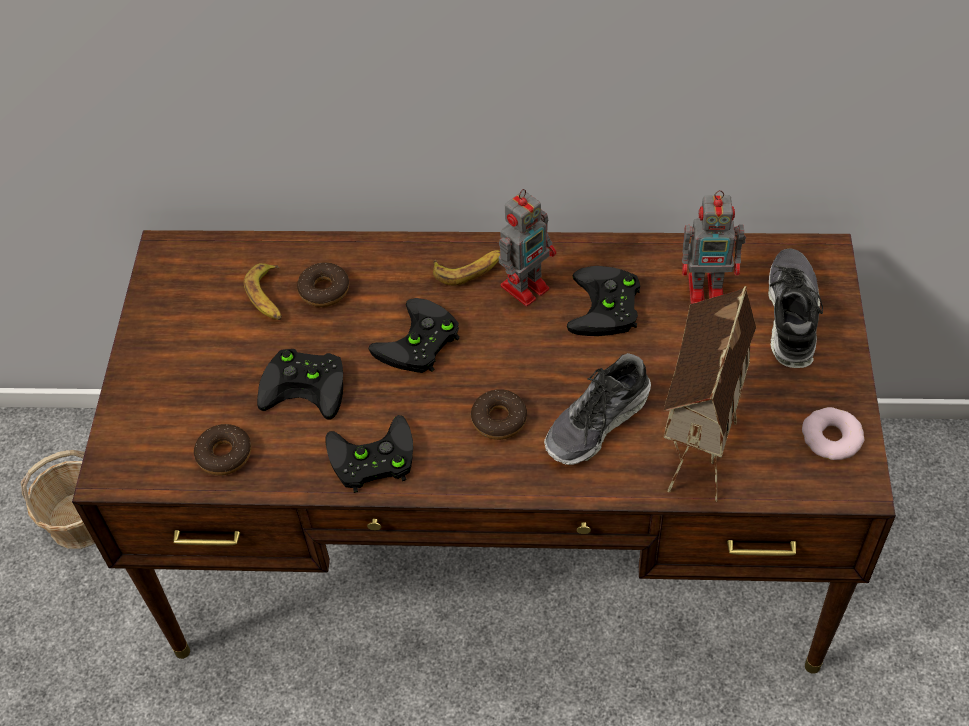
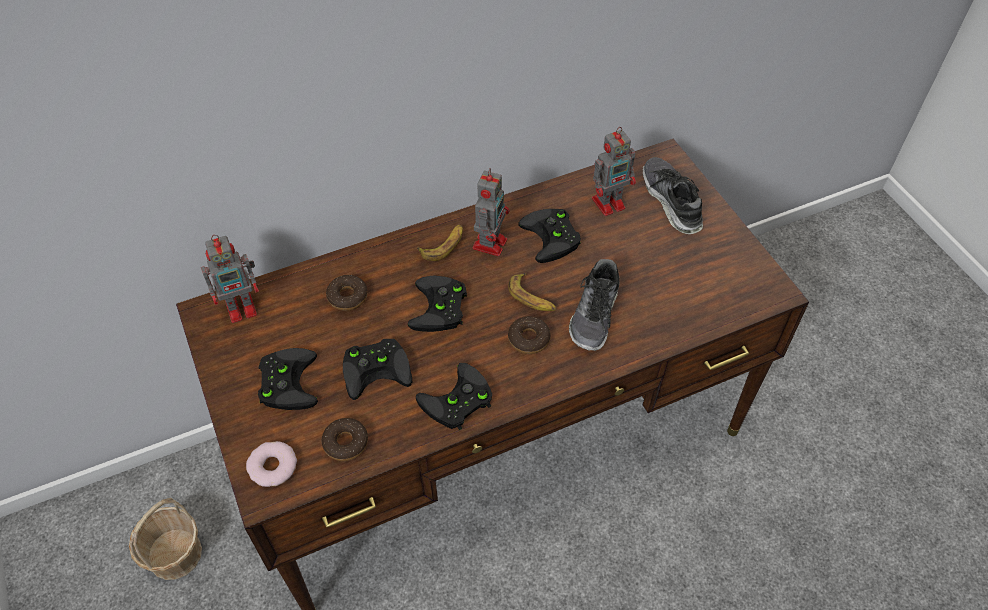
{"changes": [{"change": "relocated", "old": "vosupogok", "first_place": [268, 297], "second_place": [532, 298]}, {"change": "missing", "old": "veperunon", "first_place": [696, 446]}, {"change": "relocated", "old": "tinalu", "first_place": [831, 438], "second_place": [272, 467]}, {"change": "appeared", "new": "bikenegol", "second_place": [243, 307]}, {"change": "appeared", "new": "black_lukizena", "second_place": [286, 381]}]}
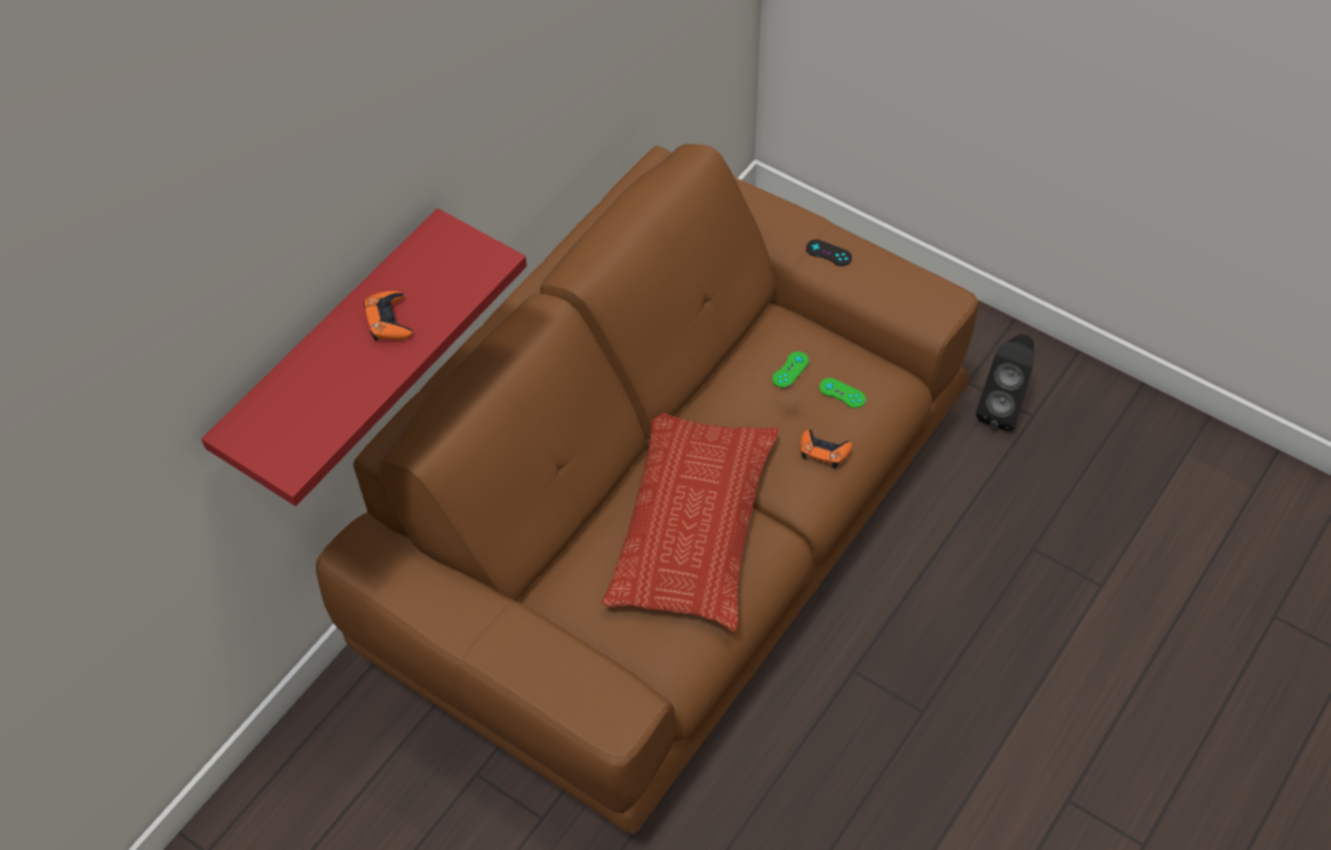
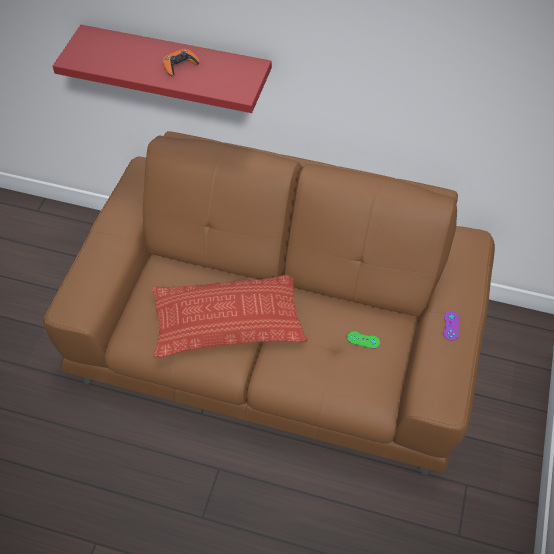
{"changes": [{"change": "colour", "old": "black_lukizena", "new": "purple_lukizena", "first_place": [828, 253], "second_place": [451, 326]}, {"change": "missing", "old": "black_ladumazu", "first_place": [1003, 408]}, {"change": "missing", "old": "green_lukizena", "first_place": [842, 393]}, {"change": "missing", "old": "orange_lukizena", "first_place": [823, 451]}]}
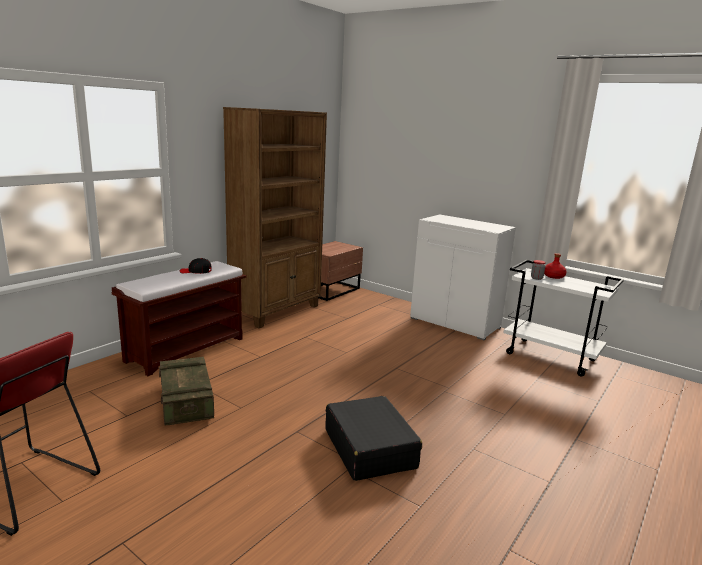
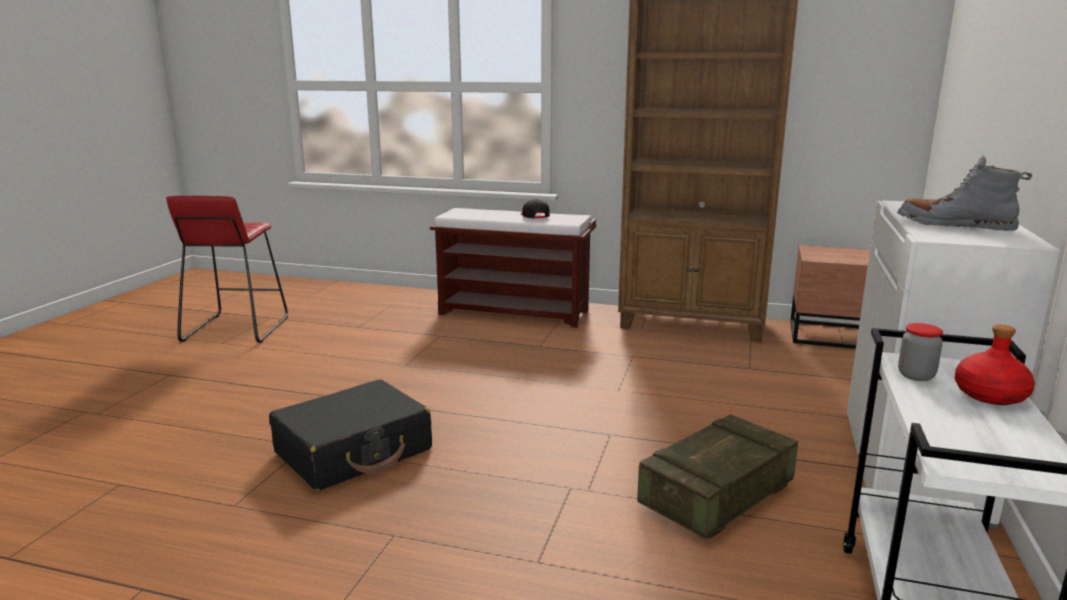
{"changes": [{"change": "relocated", "old": "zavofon", "first_place": [186, 402], "second_place": [716, 496]}, {"change": "appeared", "new": "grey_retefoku", "second_place": [955, 226]}]}
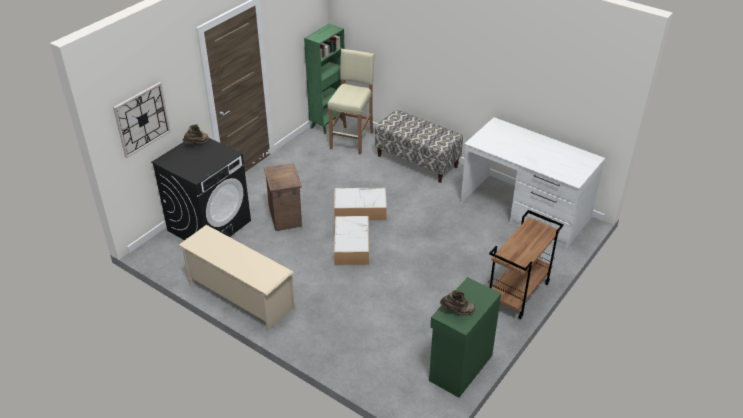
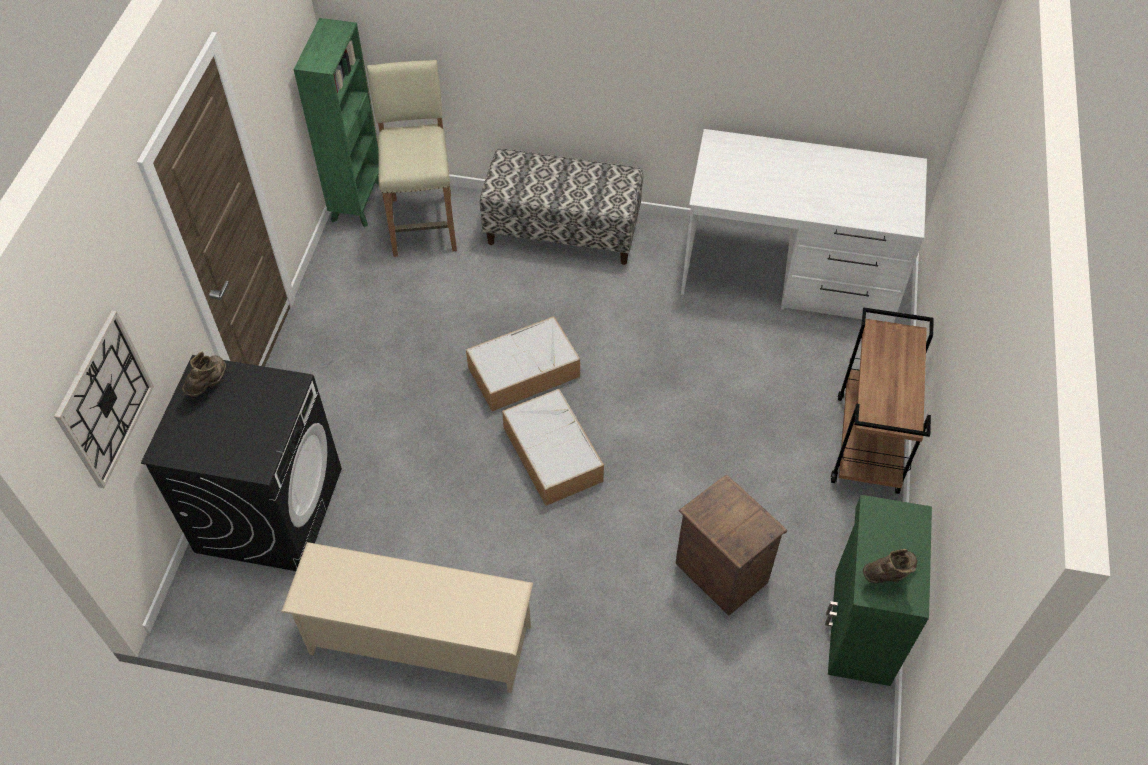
{"changes": [{"change": "relocated", "old": "zavofon", "first_place": [285, 217], "second_place": [721, 572]}]}
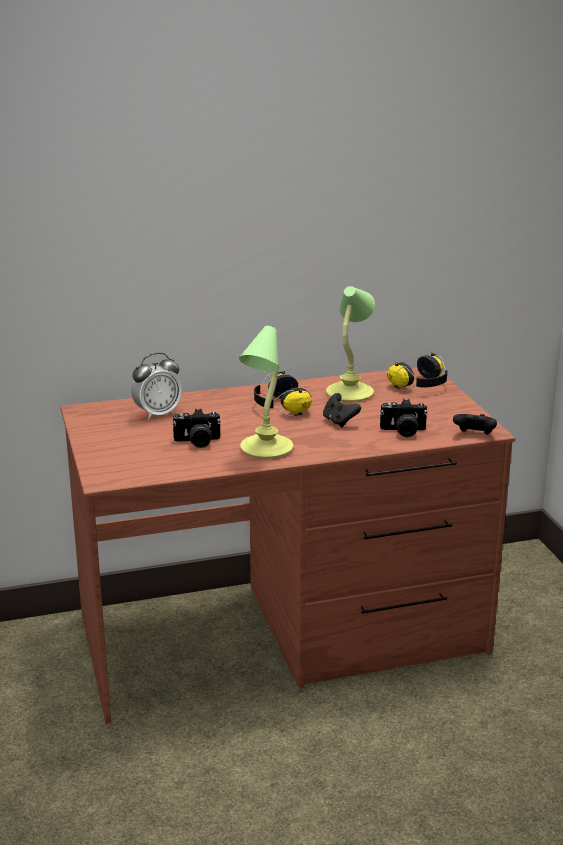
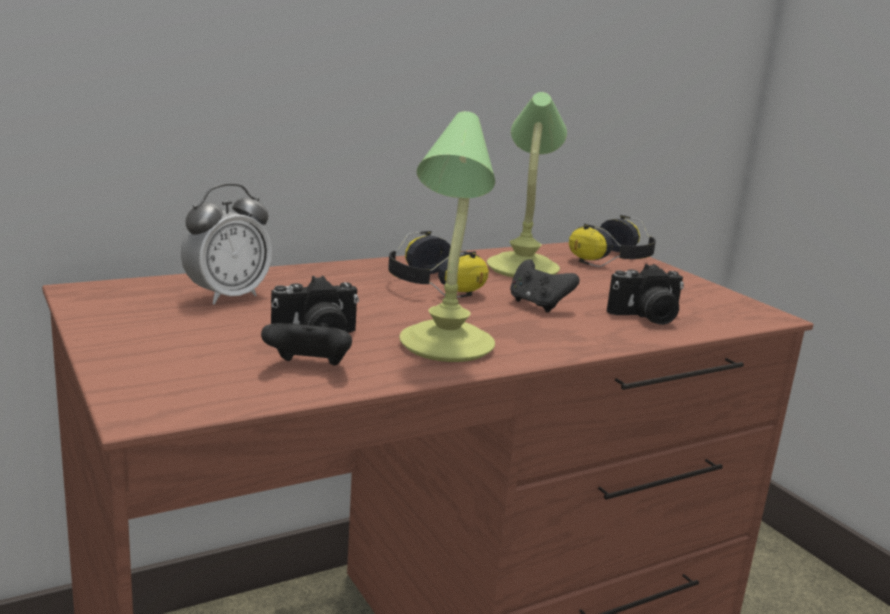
{"changes": [{"change": "relocated", "old": "black_lukizena", "first_place": [474, 435], "second_place": [308, 368]}]}
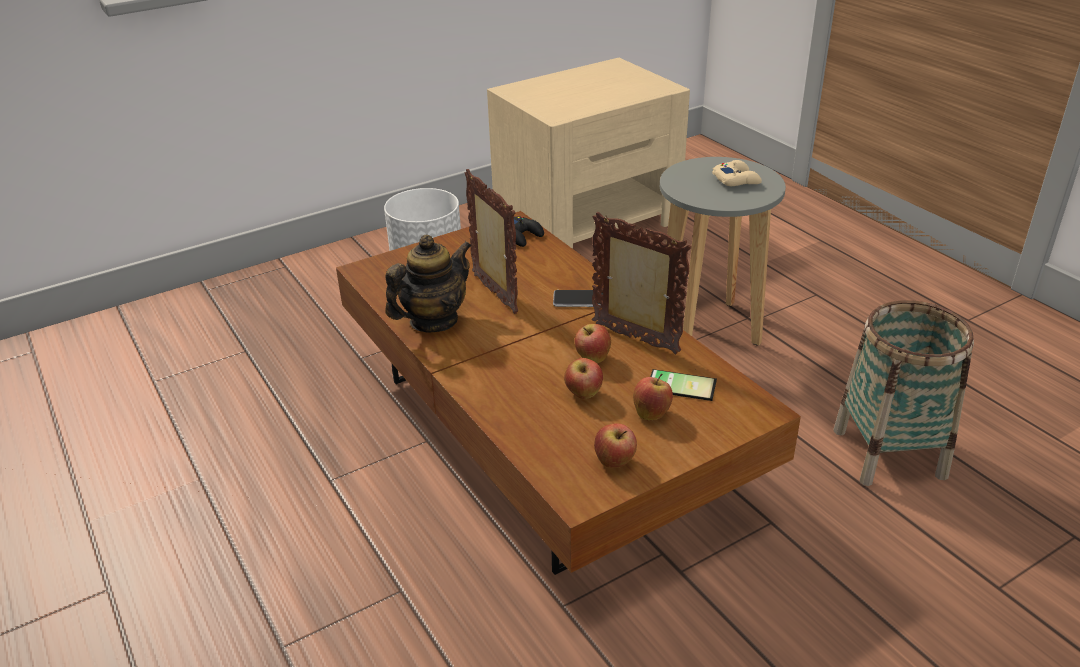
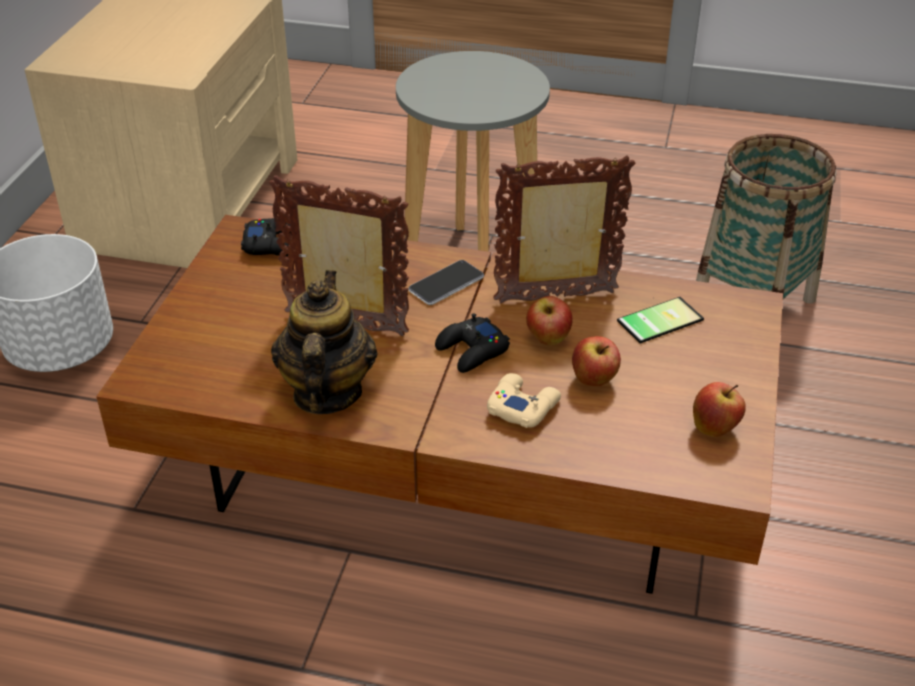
{"changes": [{"change": "relocated", "old": "beige_lukizena", "first_place": [736, 180], "second_place": [522, 406]}, {"change": "missing", "old": "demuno", "first_place": [651, 413]}, {"change": "appeared", "new": "black_lukizena", "second_place": [472, 351]}]}
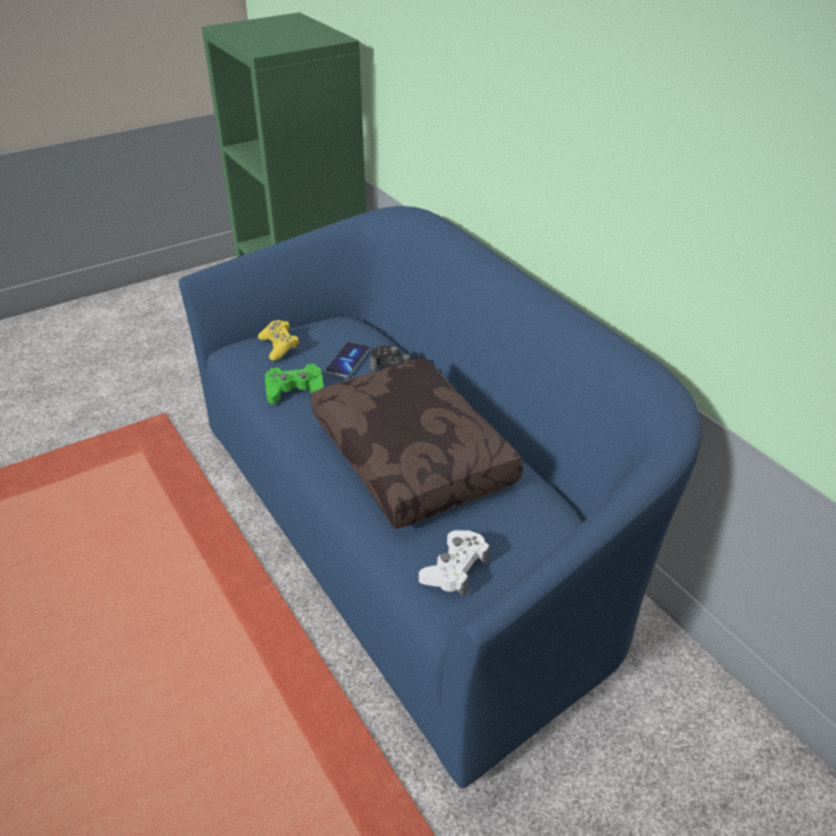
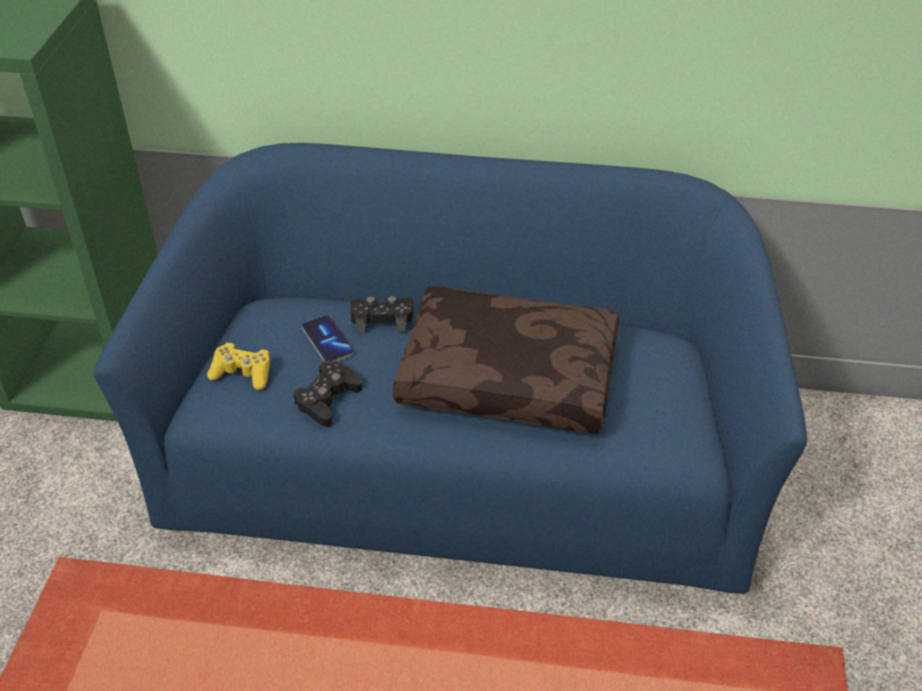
{"changes": [{"change": "colour", "old": "green_lukizena", "new": "black_lukizena", "first_place": [295, 390], "second_place": [327, 399]}, {"change": "missing", "old": "white_lukizena", "first_place": [455, 568]}]}
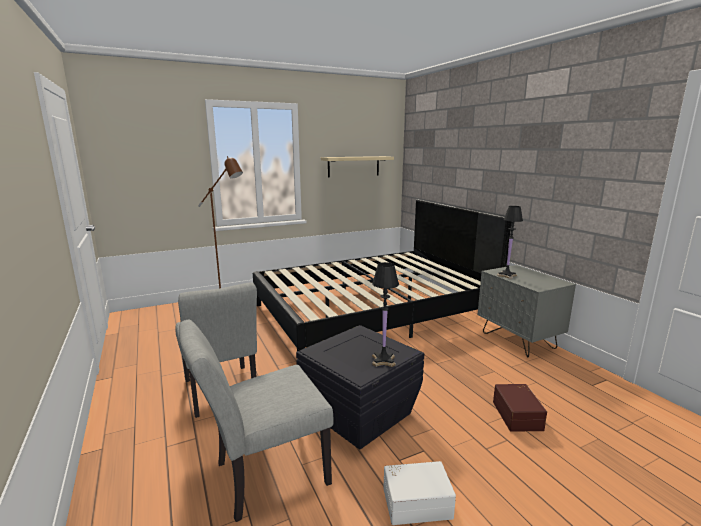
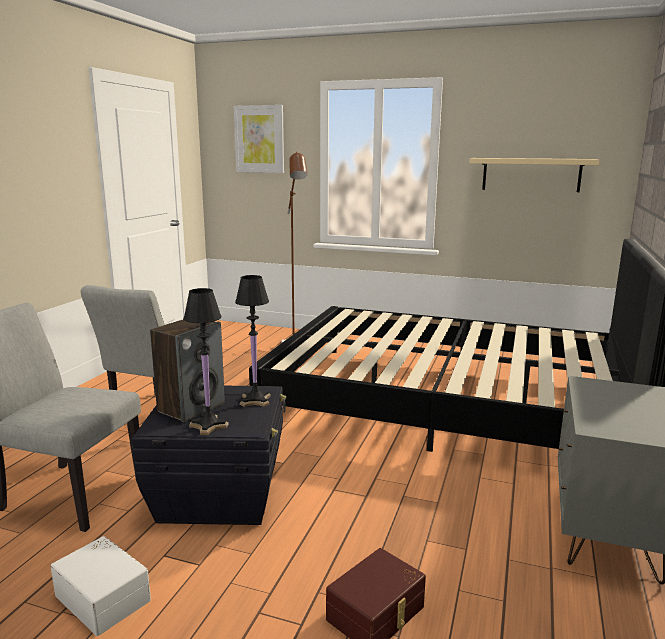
{"changes": [{"change": "relocated", "old": "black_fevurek", "first_place": [506, 275], "second_place": [255, 400]}, {"change": "appeared", "new": "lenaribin", "second_place": [259, 139]}, {"change": "appeared", "new": "ladumazu", "second_place": [191, 407]}]}
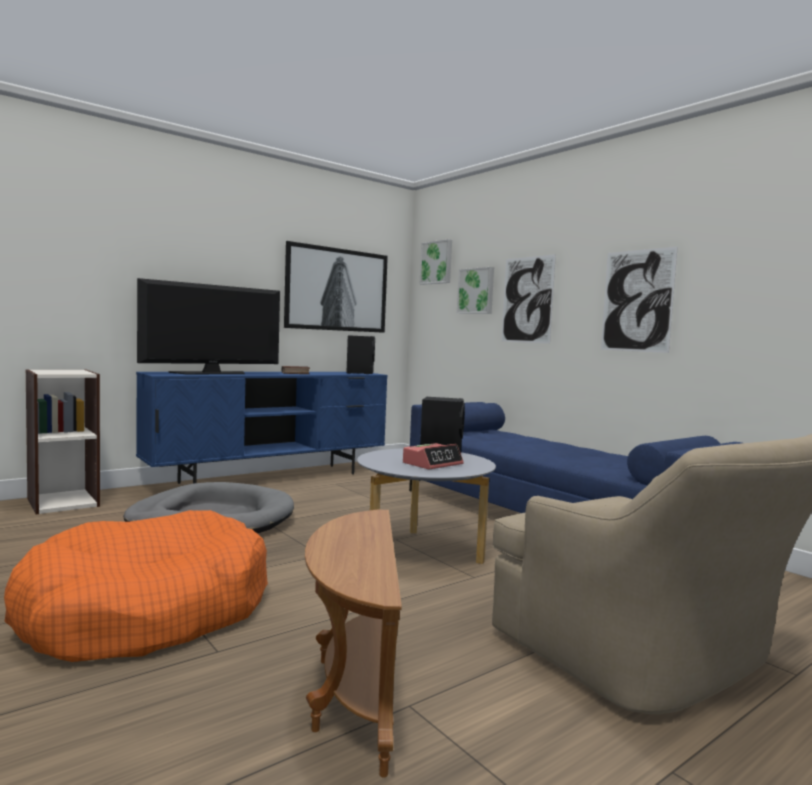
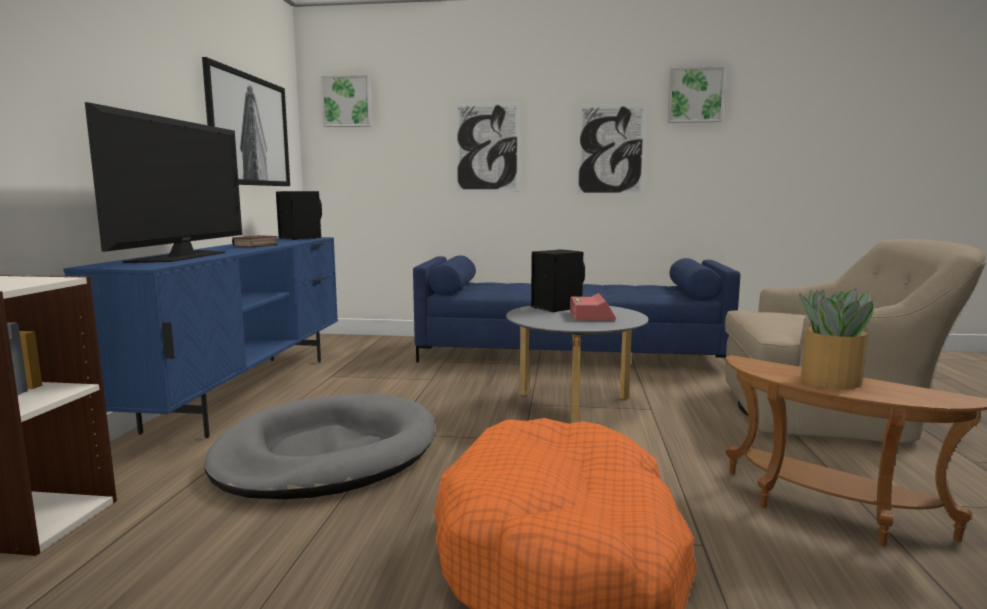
{"changes": [{"change": "relocated", "old": "lenaribin", "first_place": [476, 291], "second_place": [695, 95]}, {"change": "appeared", "new": "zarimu", "second_place": [828, 381]}]}
